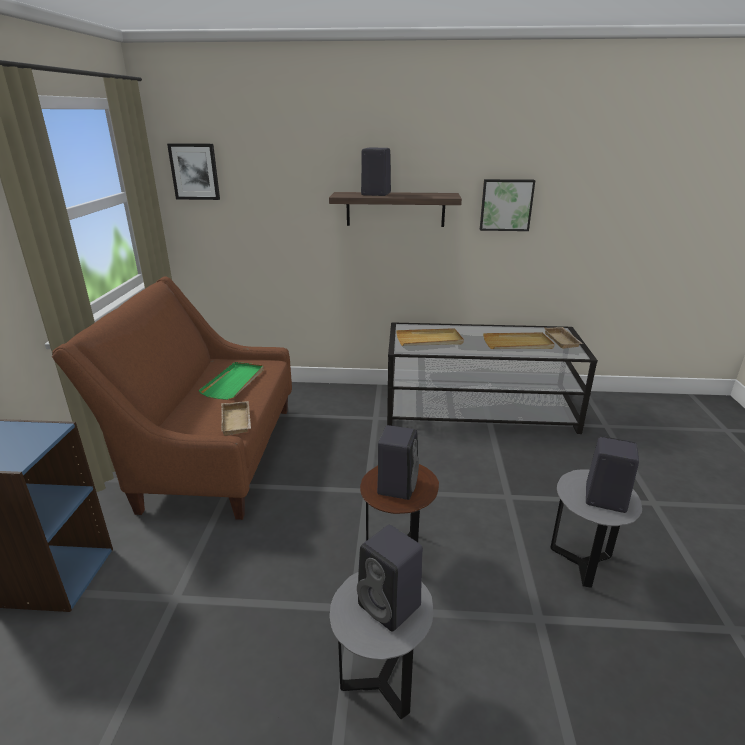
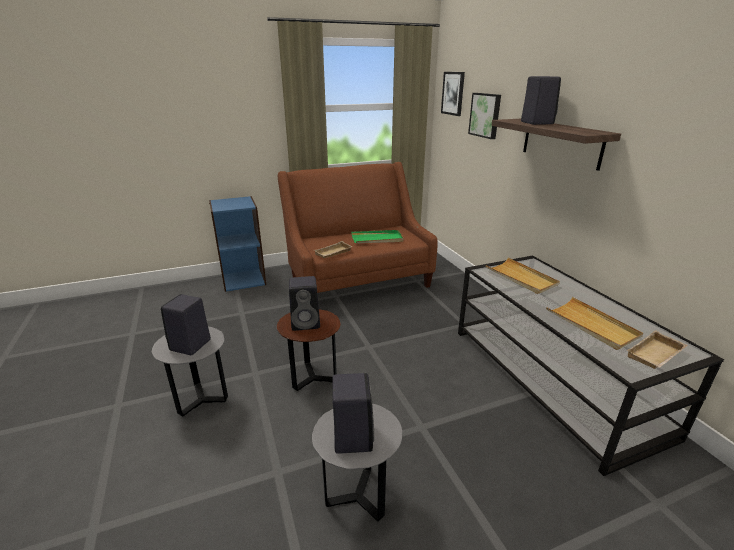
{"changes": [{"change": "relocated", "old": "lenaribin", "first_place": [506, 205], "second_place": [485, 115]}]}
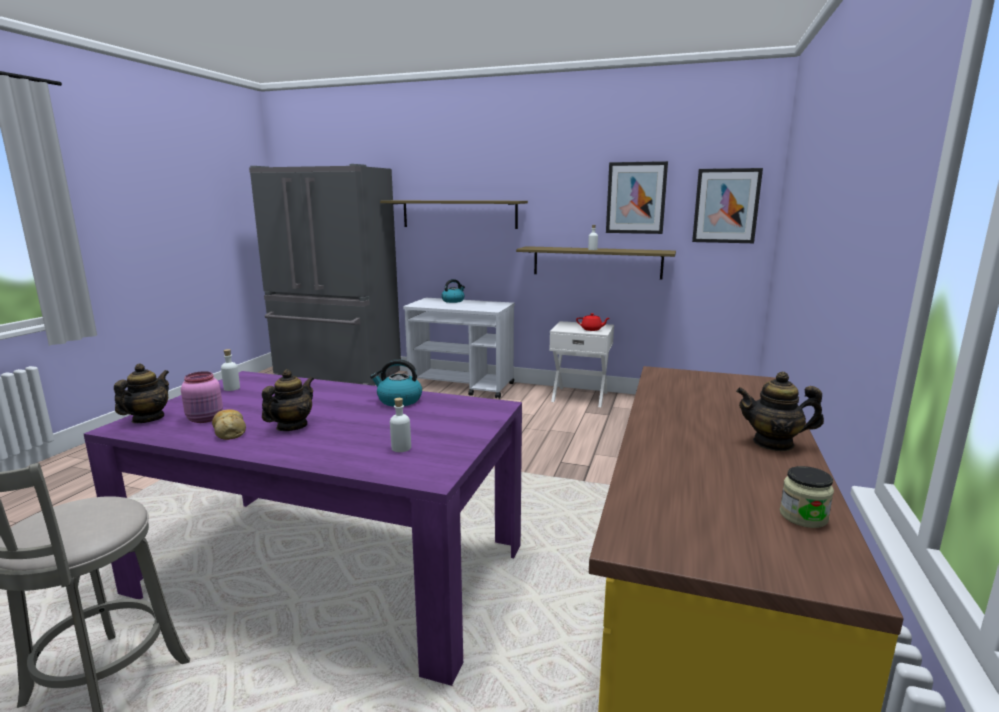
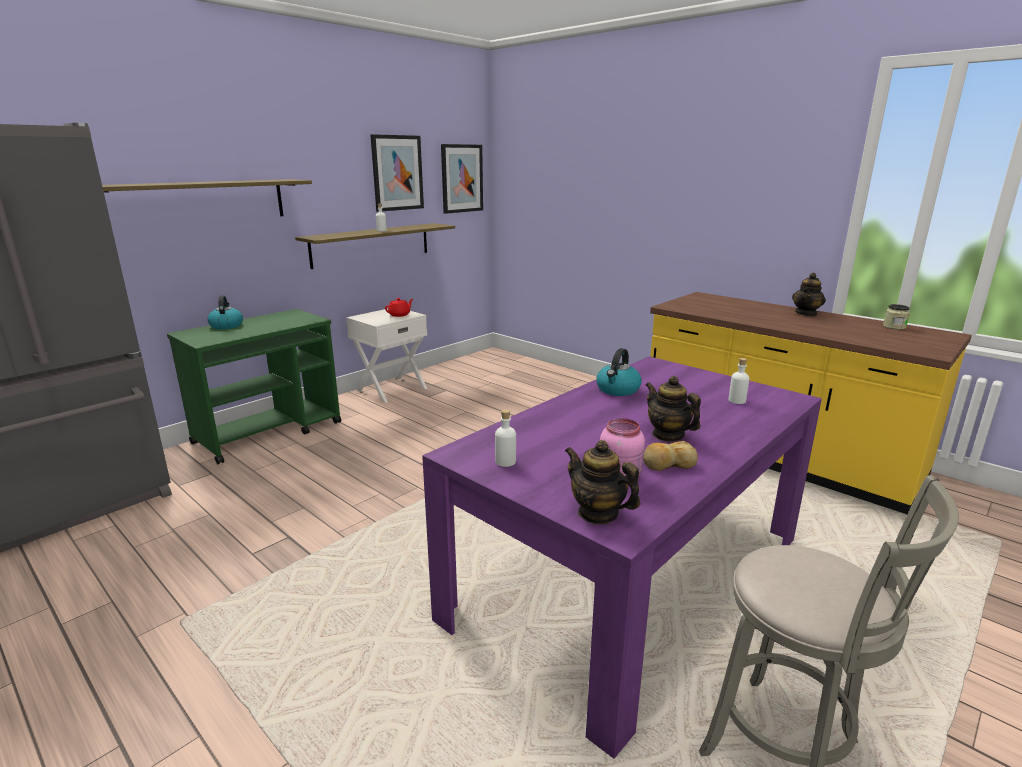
{"changes": [{"change": "colour", "old": "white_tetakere", "new": "green_tetakere", "first_place": [462, 386], "second_place": [269, 432]}]}
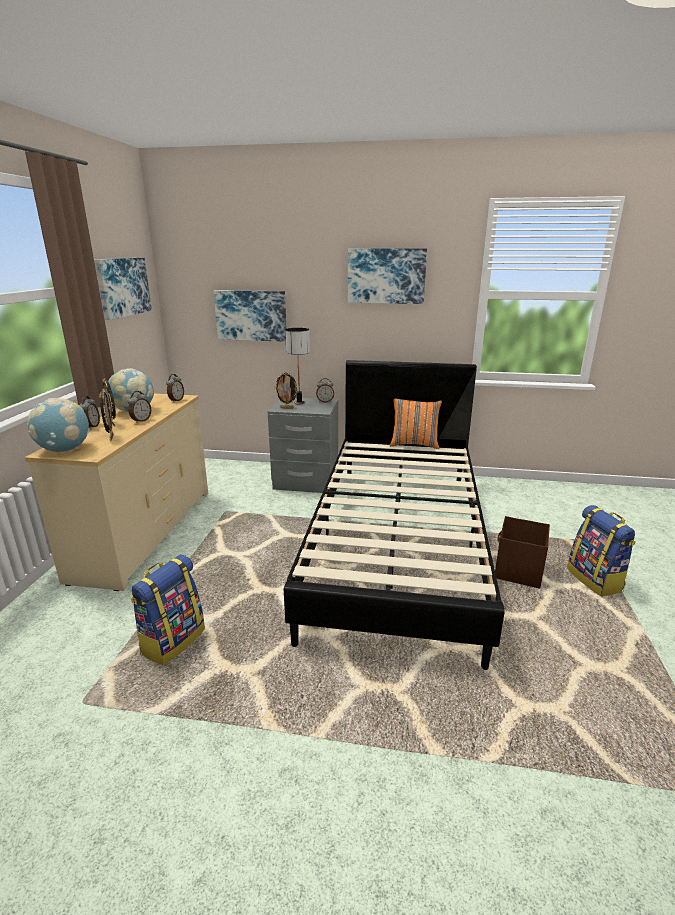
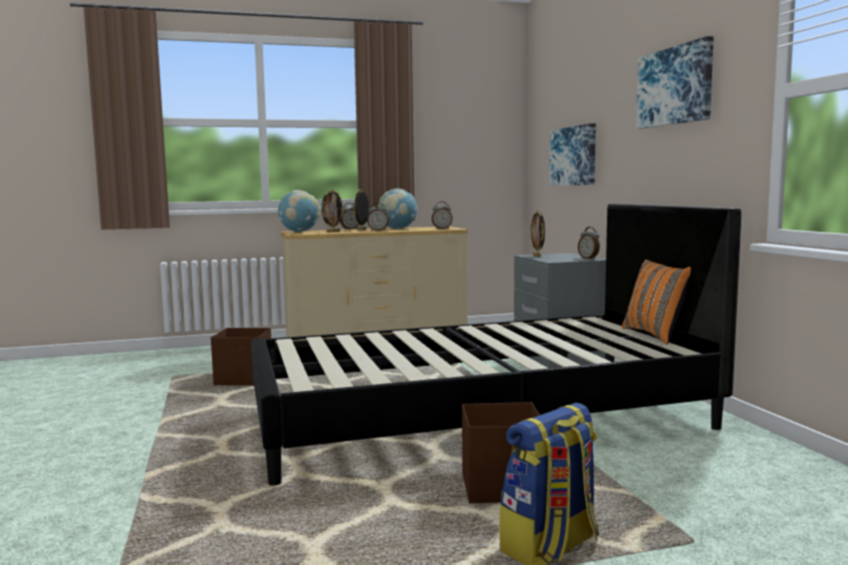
{"changes": [{"change": "missing", "old": "lenaribin", "first_place": [122, 287]}, {"change": "missing", "old": "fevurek", "first_place": [299, 403]}, {"change": "exchanged", "old": "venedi", "new": "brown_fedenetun", "first_place": [172, 640], "second_place": [244, 380]}]}
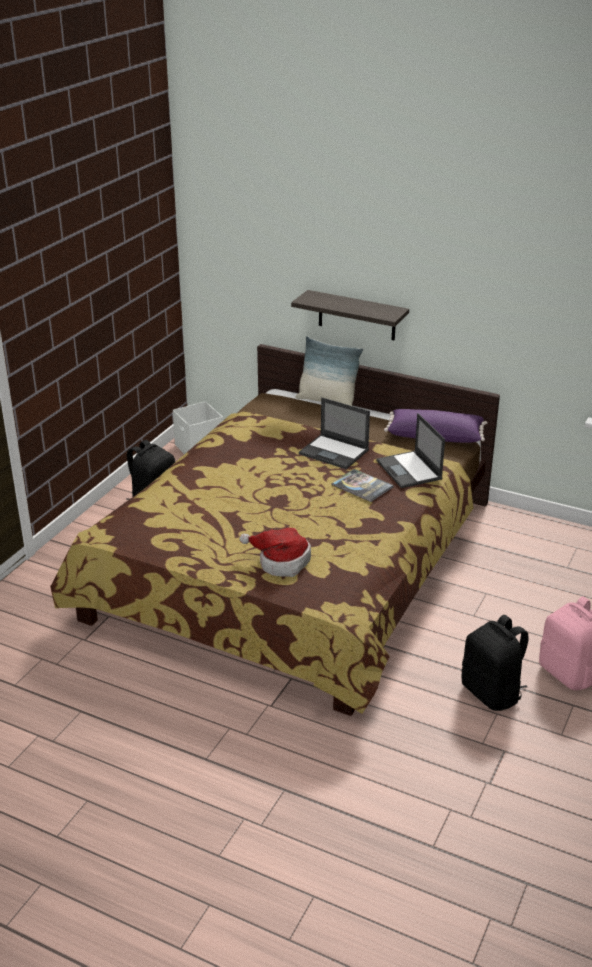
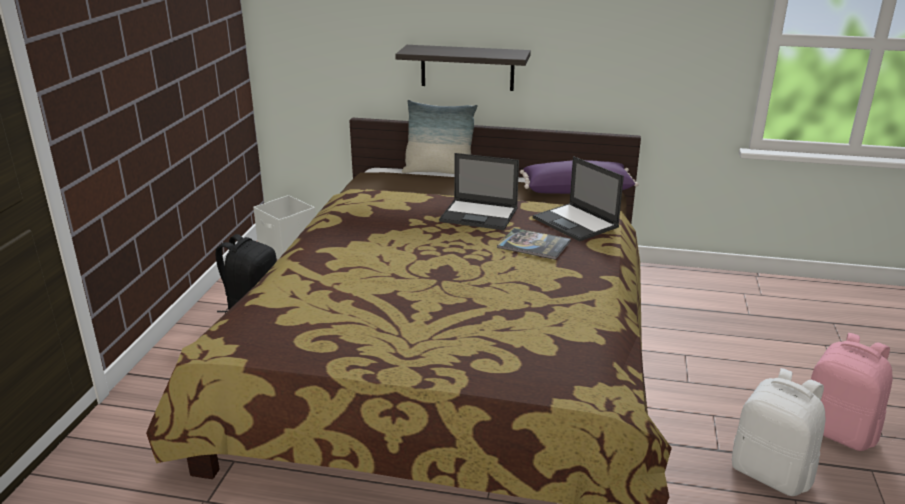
{"changes": [{"change": "missing", "old": "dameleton", "first_place": [280, 562]}, {"change": "colour", "old": "black_venedi", "new": "white_venedi", "first_place": [492, 693], "second_place": [771, 473]}]}
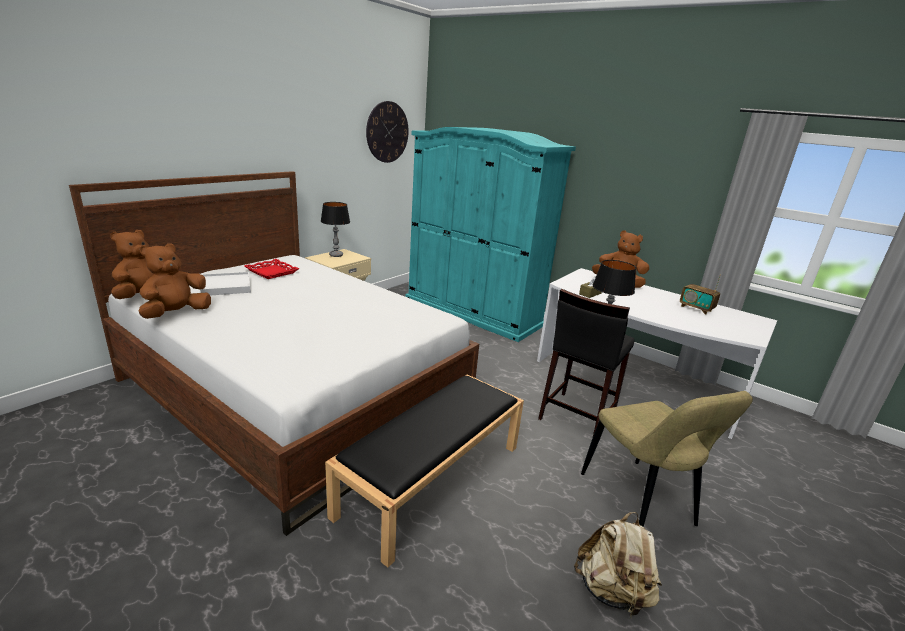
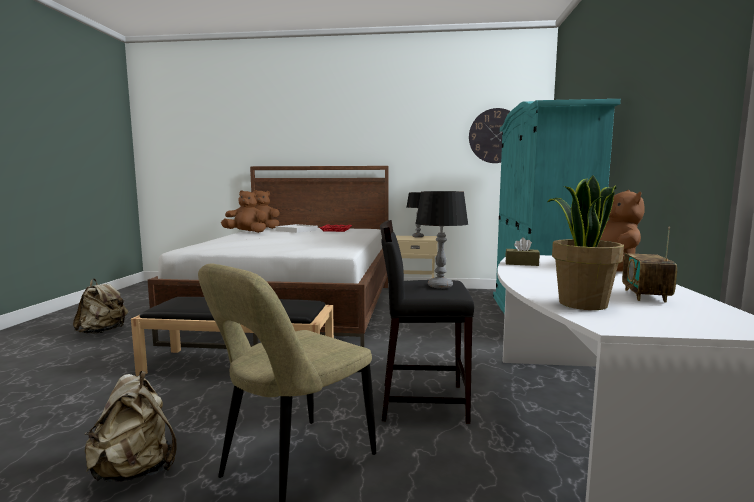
{"changes": [{"change": "appeared", "new": "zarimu", "second_place": [582, 303]}, {"change": "appeared", "new": "beige_venedi", "second_place": [103, 331]}]}
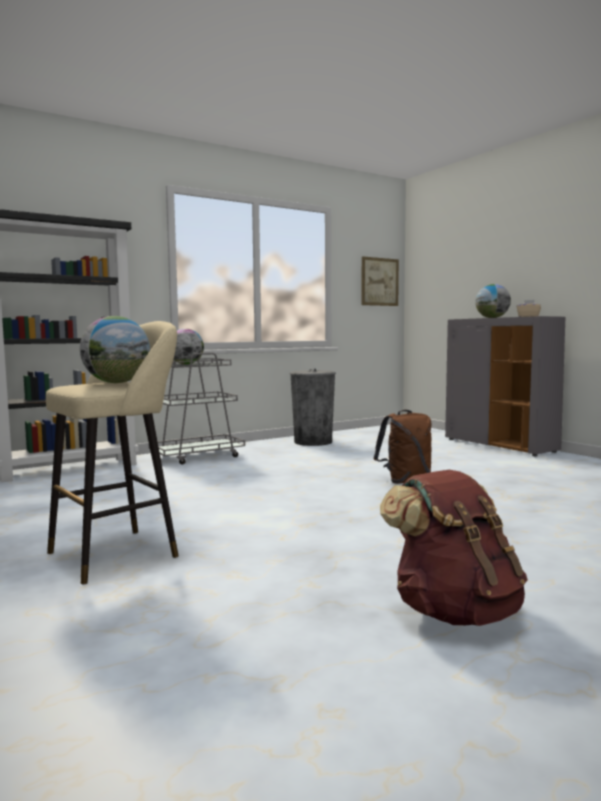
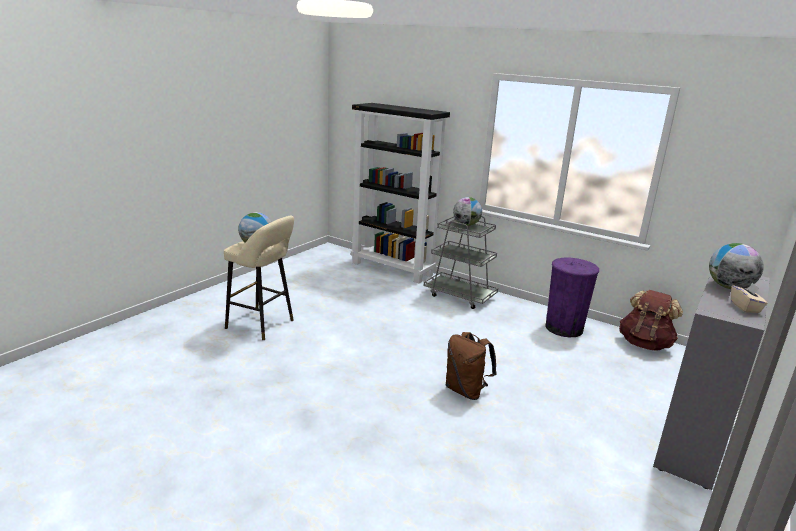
{"changes": [{"change": "missing", "old": "lenaribin", "first_place": [379, 282]}, {"change": "colour", "old": "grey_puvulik", "new": "purple_puvulik", "first_place": [313, 442], "second_place": [564, 328]}, {"change": "relocated", "old": "brown_venedi", "first_place": [454, 611], "second_place": [645, 344]}]}
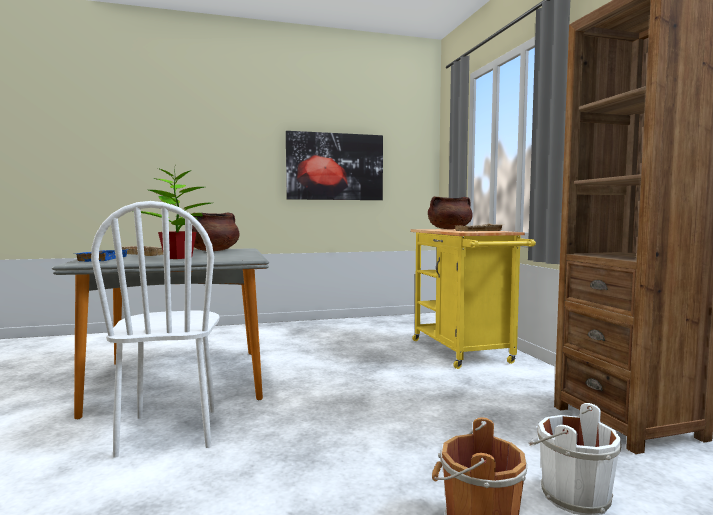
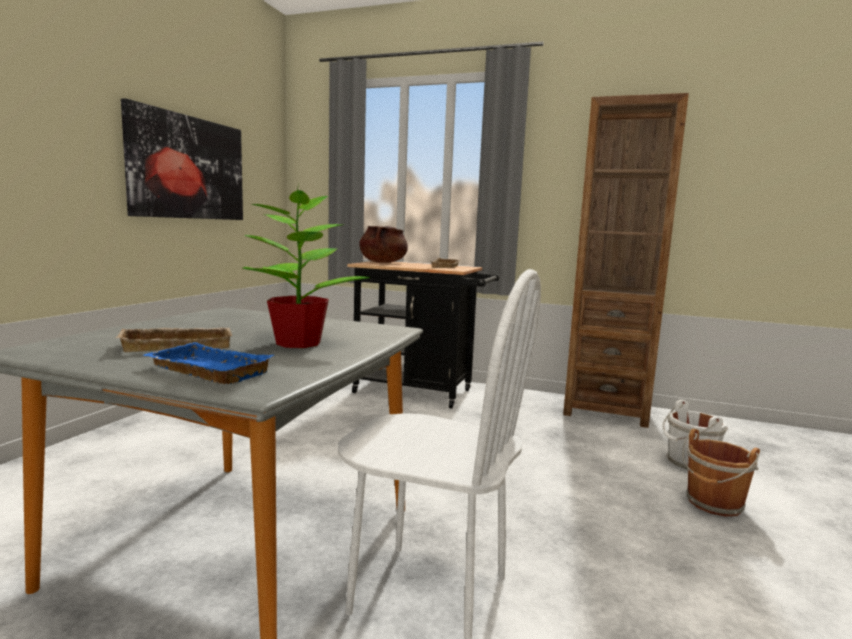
{"changes": [{"change": "missing", "old": "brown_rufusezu", "first_place": [213, 251]}, {"change": "colour", "old": "yellow_tetakere", "new": "black_tetakere", "first_place": [464, 353], "second_place": [420, 392]}]}
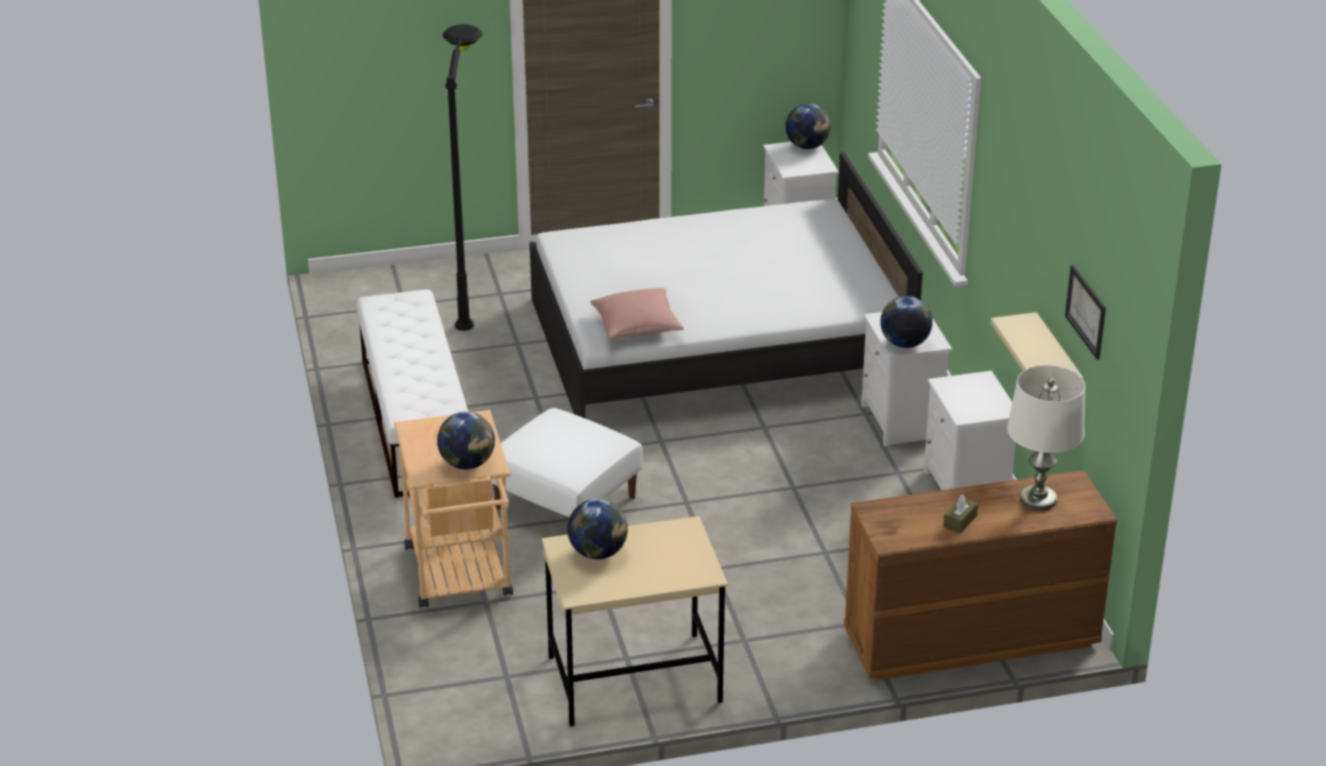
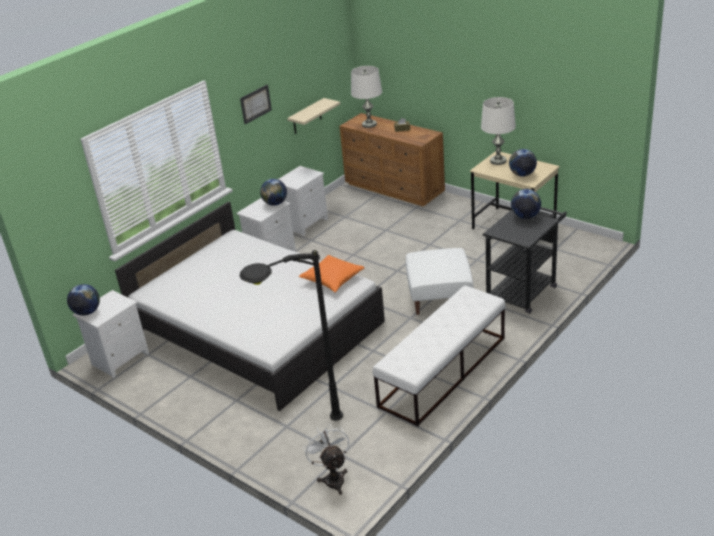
{"changes": [{"change": "relocated", "old": "lenaribin", "first_place": [1086, 311], "second_place": [255, 104]}, {"change": "colour", "old": "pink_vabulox", "new": "orange_vabulox", "first_place": [636, 326], "second_place": [332, 279]}, {"change": "colour", "old": "beige_tetakere", "new": "black_tetakere", "first_place": [460, 578], "second_place": [524, 289]}, {"change": "appeared", "new": "white_fevurek", "second_place": [498, 161]}, {"change": "appeared", "new": "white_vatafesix", "second_place": [333, 478]}]}
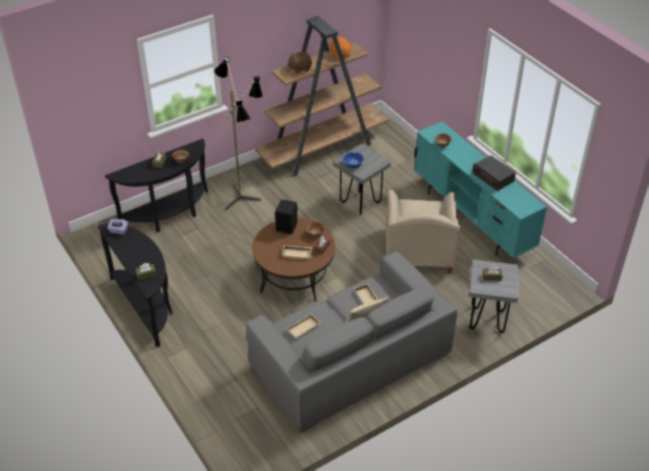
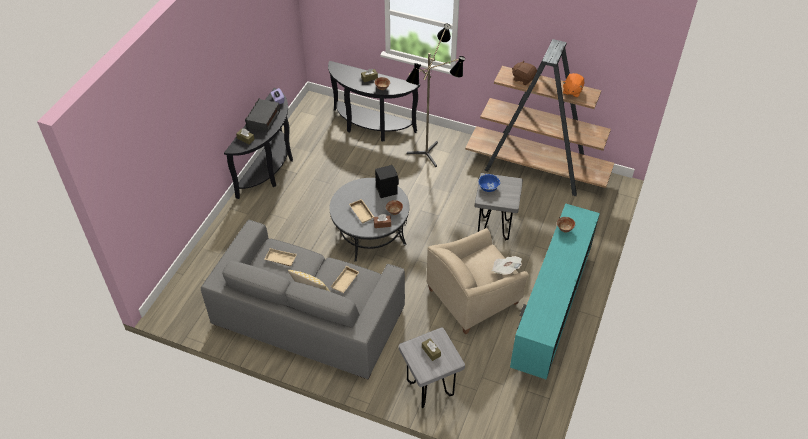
{"changes": [{"change": "relocated", "old": "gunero", "first_place": [493, 177], "second_place": [263, 119]}, {"change": "colour", "old": "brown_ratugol", "new": "grey_ratugol", "first_place": [294, 276], "second_place": [370, 233]}, {"change": "appeared", "new": "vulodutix", "second_place": [505, 269]}]}
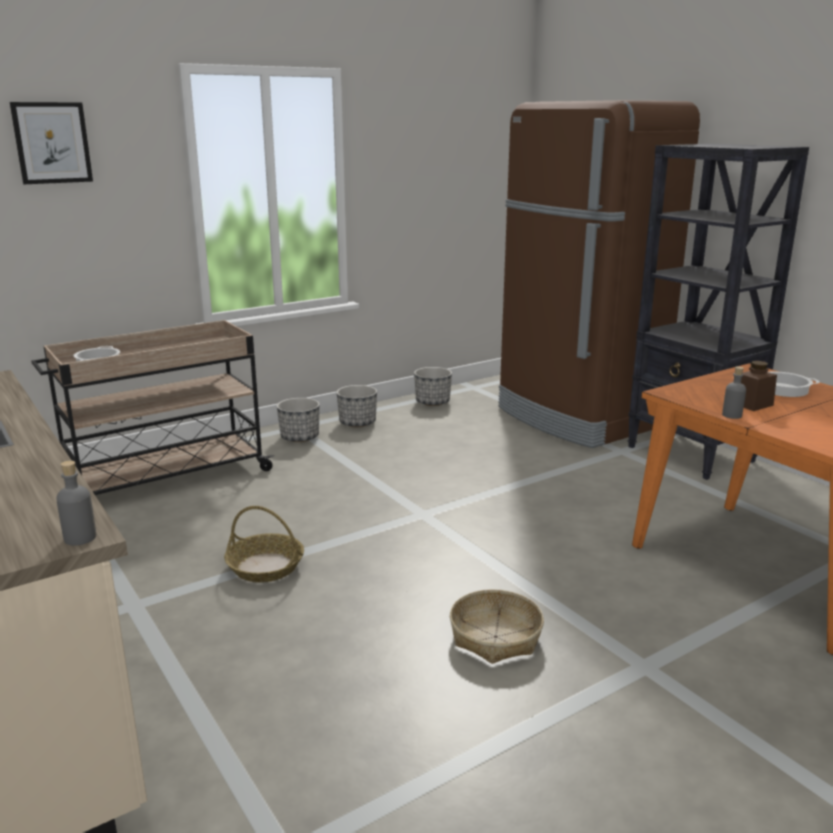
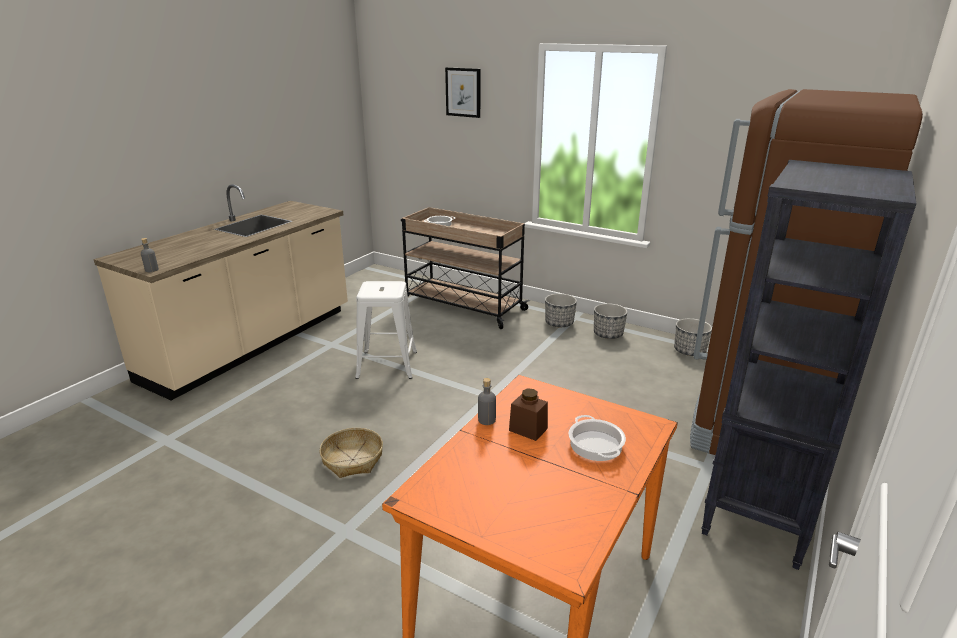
{"changes": [{"change": "exchanged", "old": "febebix", "new": "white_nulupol", "first_place": [266, 566], "second_place": [387, 364]}]}
